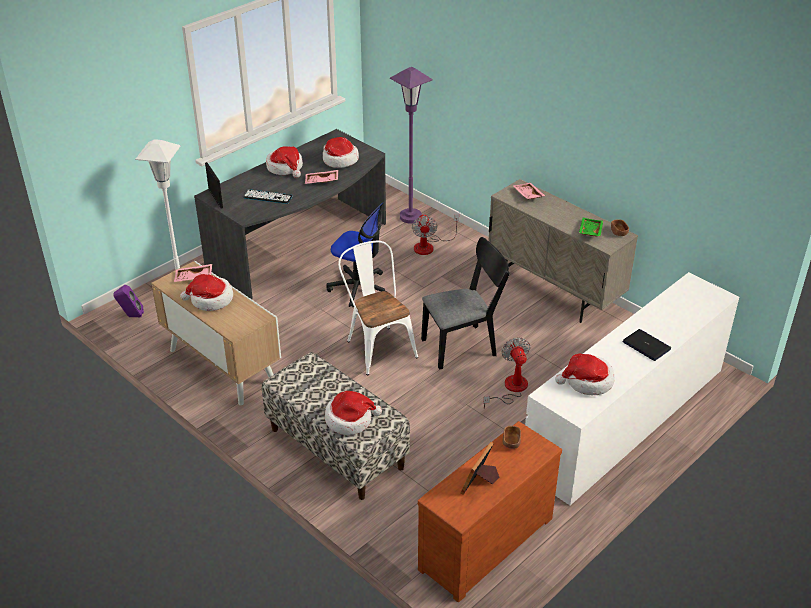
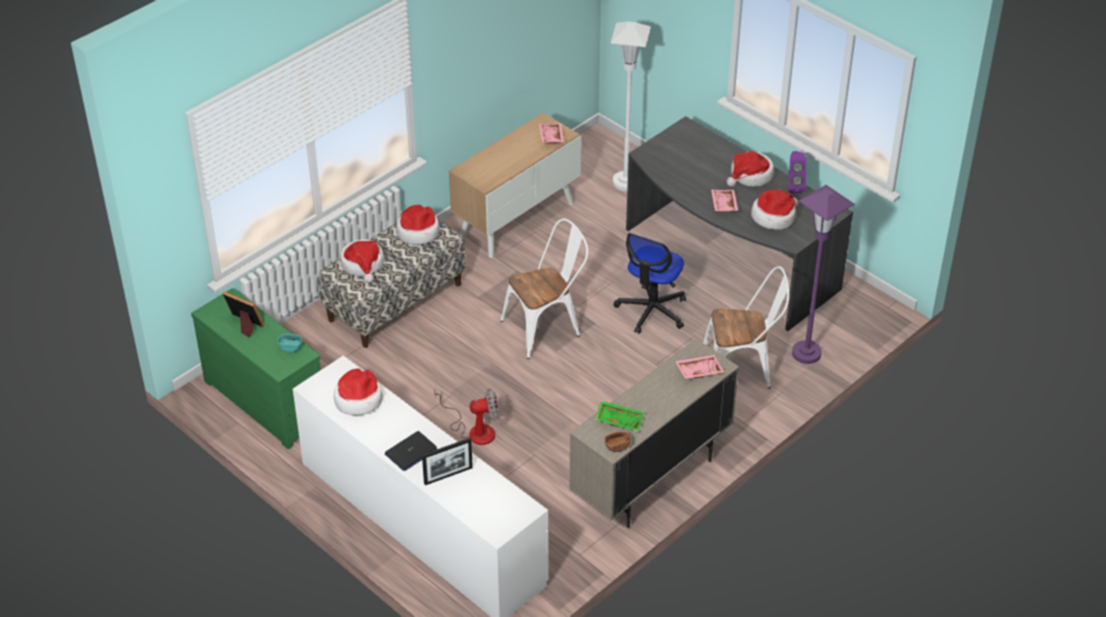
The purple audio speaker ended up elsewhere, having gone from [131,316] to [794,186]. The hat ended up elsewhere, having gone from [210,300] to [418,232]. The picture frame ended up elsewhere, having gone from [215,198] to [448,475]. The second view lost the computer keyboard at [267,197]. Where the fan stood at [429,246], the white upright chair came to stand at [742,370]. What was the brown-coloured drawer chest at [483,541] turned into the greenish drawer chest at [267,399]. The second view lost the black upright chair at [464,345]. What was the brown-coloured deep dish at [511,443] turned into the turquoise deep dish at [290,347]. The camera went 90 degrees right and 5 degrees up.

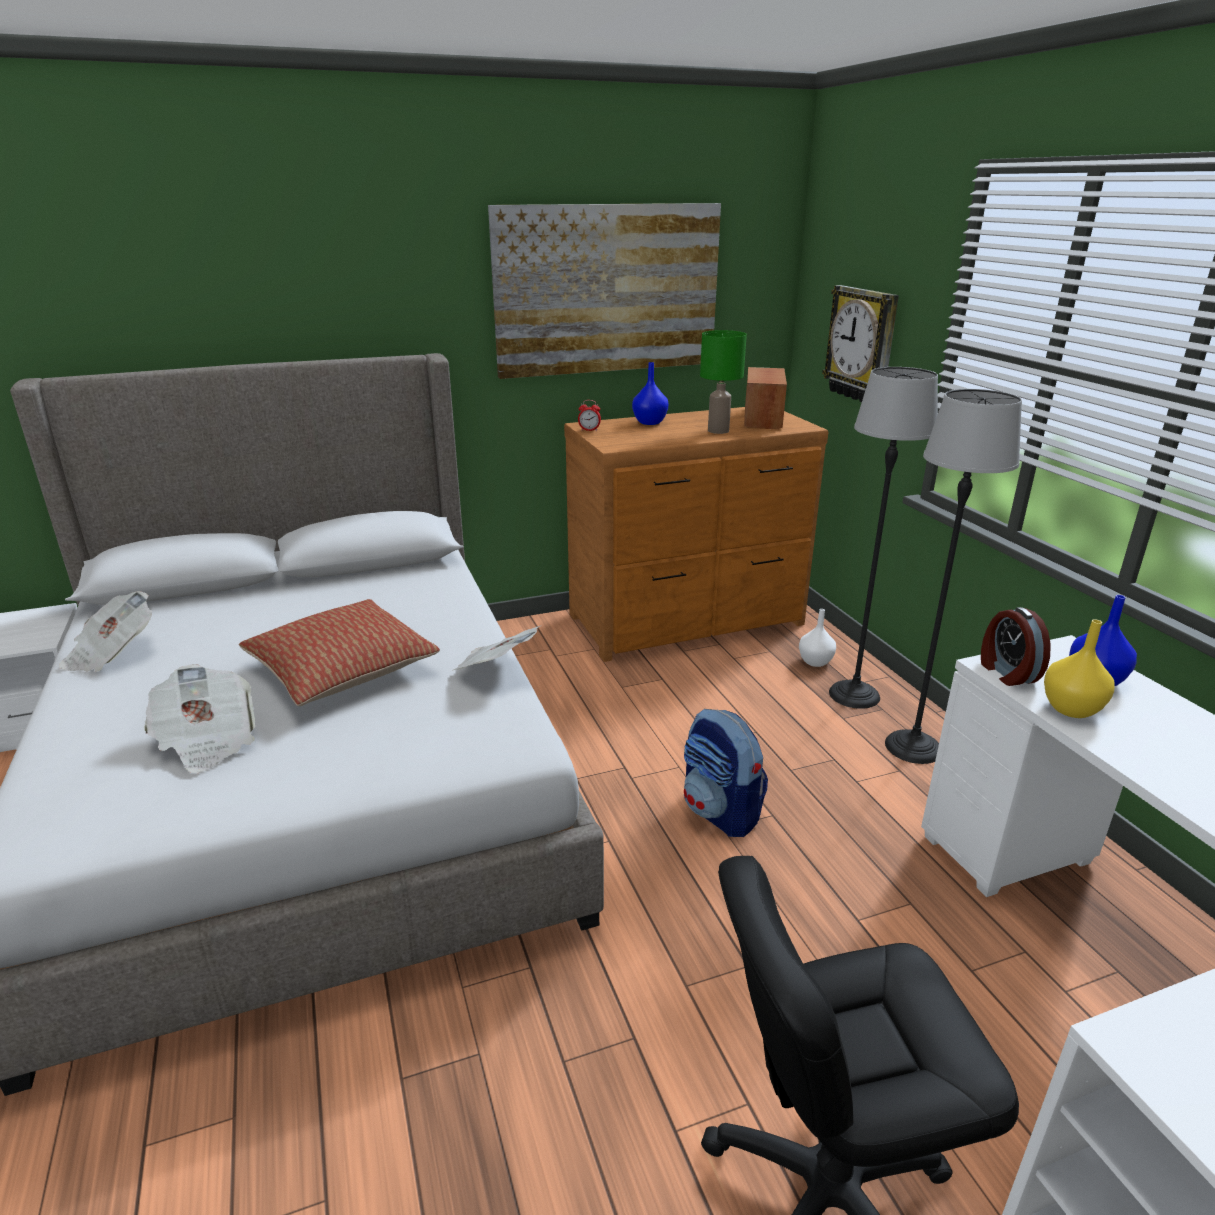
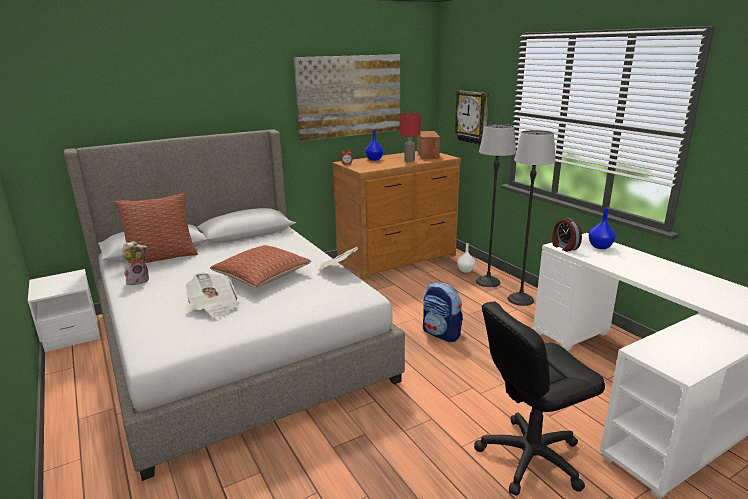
Where the newspaper stood at [112,654], the soft toy came to stand at [138,280]. What was the greenish lamp for a table at [717,431] turned into the reddish lamp for a table at [409,161]. The second view lost the yellowish flower vase at [1072,710]. The second view gained the pillow at [162,257]. The camera went 10 degrees left and 5 degrees down.

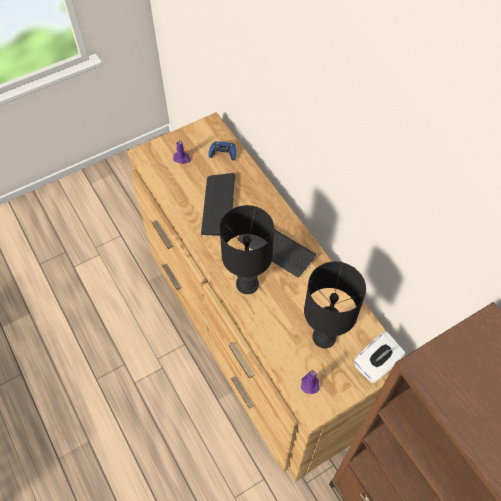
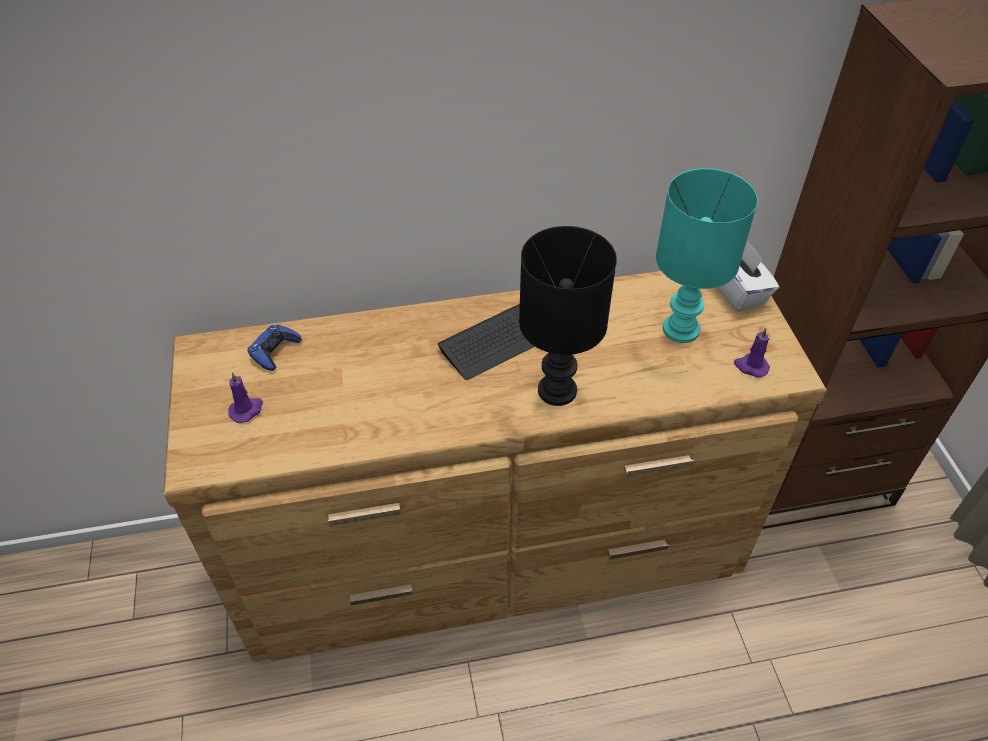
The second view lost the computer keyboard at [218,205]. What was the black lamp for a table at [325,338] turned into the turquoise lamp for a table at [682,329]. The camera went 70 degrees left and 10 degrees down.

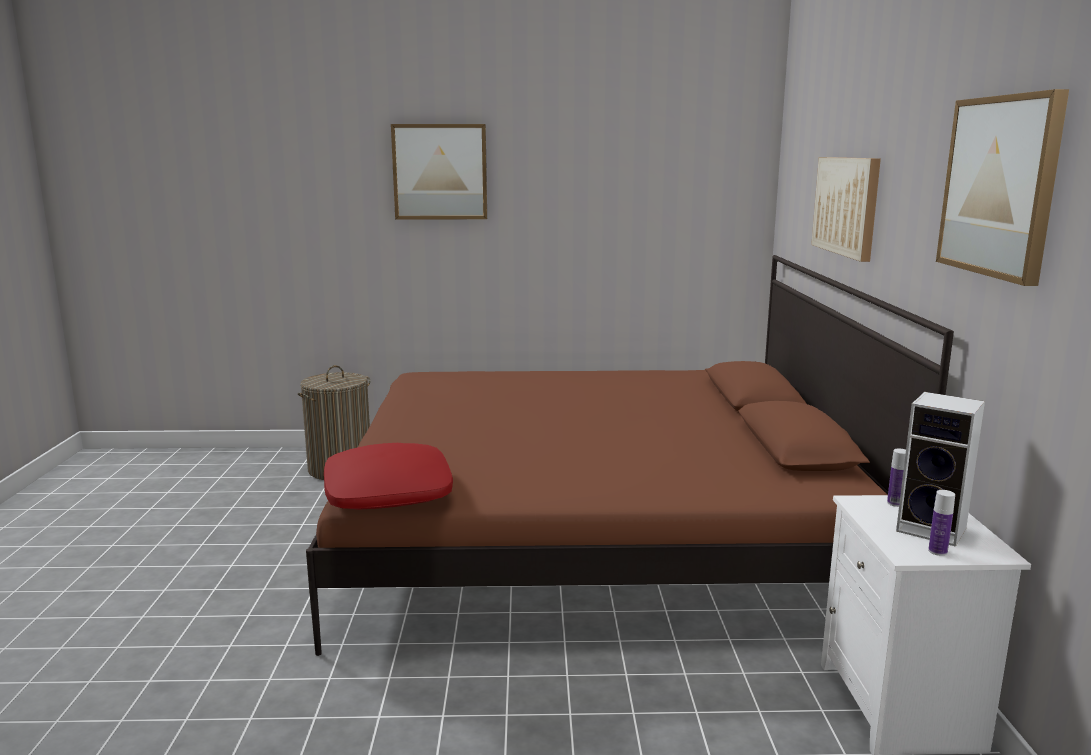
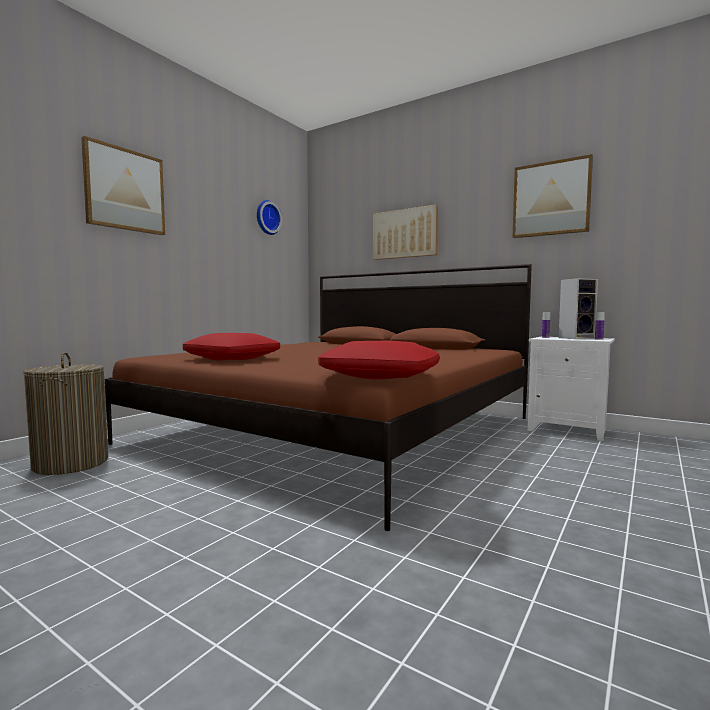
The second view gained the reddish pillow at [233,358]. The second view gained the wall clock at [267,218]. The camera went 55 degrees left and 10 degrees down.

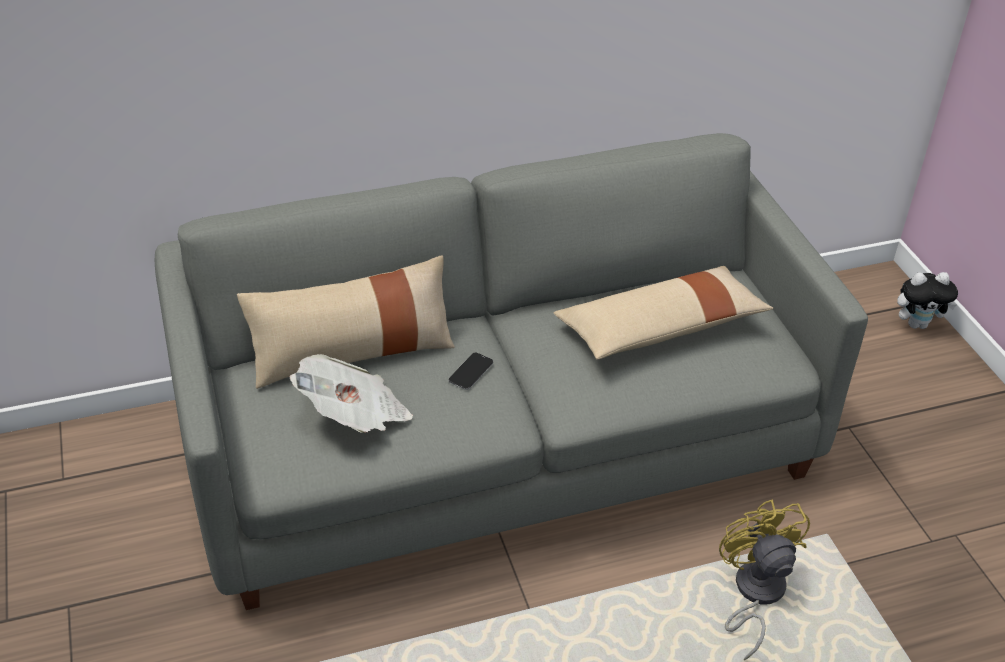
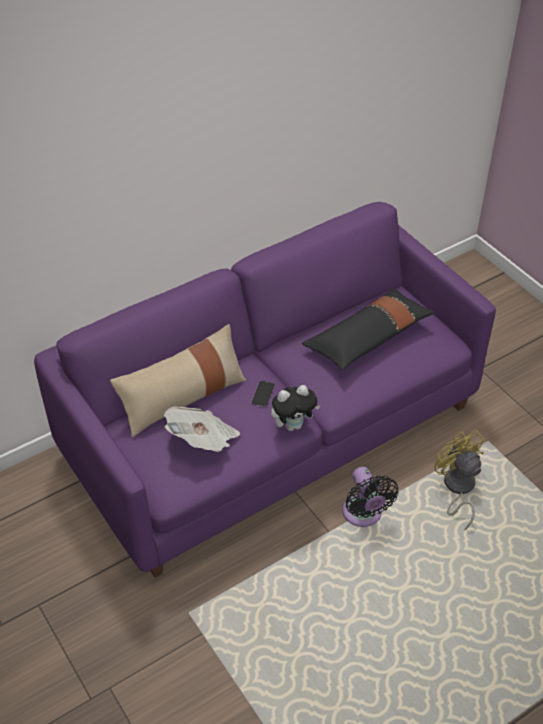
What was the gray settee at [500,442] turned into the purple settee at [271,429]. What was the sand-coloured pillow at [661,328] turned into the black pillow at [368,338]. The soft toy ended up elsewhere, having gone from [917,324] to [293,425]. The second view gained the black fan at [363,514]. The camera went 15 degrees left and 5 degrees up.

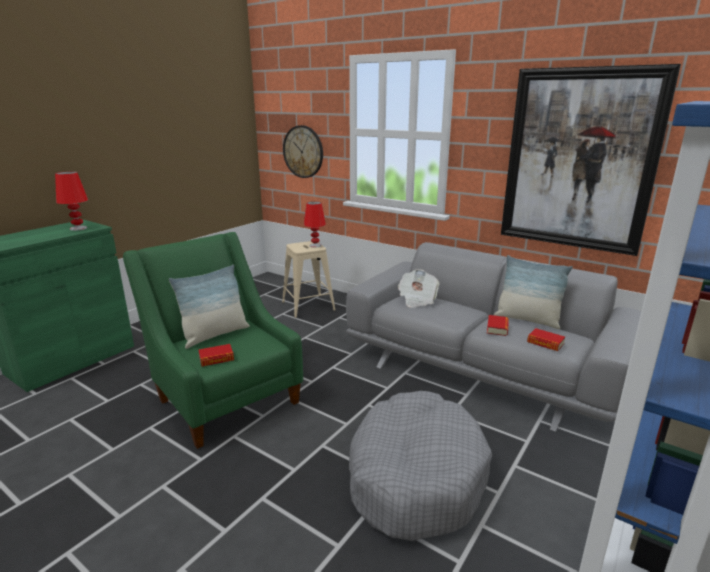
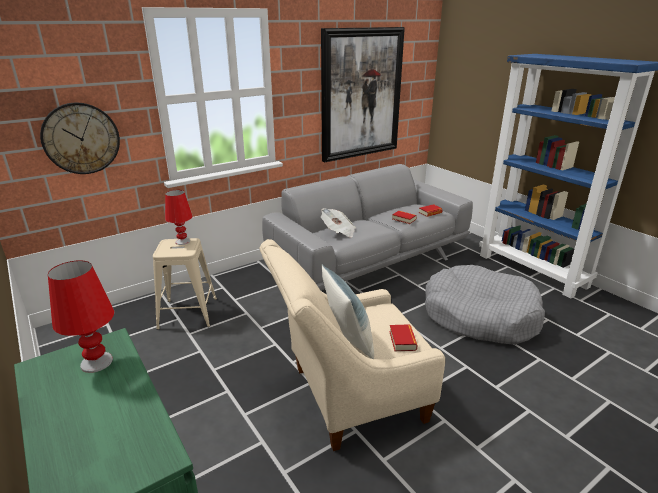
What was the greenish easy chair at [224,396] turned into the sand-coloured easy chair at [348,397]. The second view lost the pillow at [527,320]. The camera went 70 degrees left and 5 degrees up.

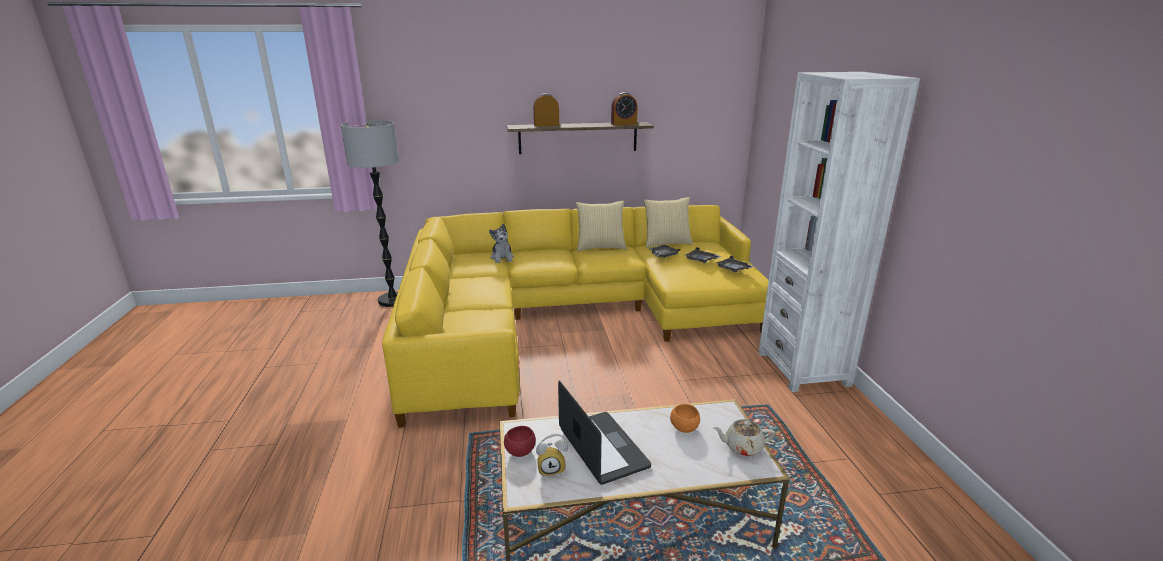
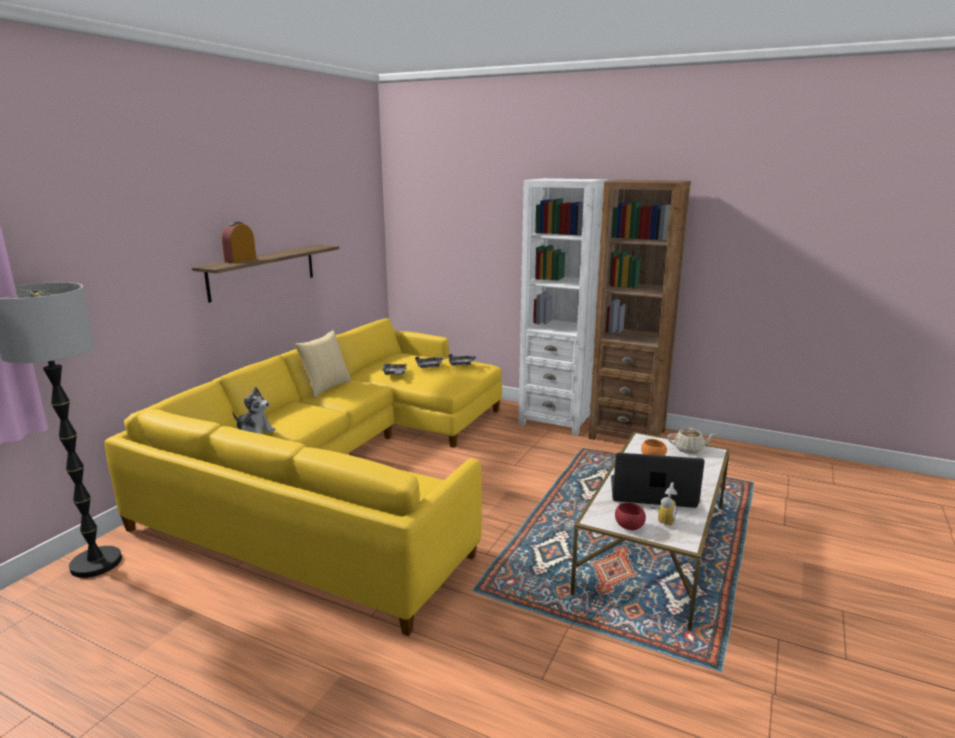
The second view lost the bedside clock at [624,124]. The second view lost the pillow at [666,243]. The sand-coloured tea pot at [742,447] ended up facing another way, 120 degrees counterclockwise from before. The second view gained the brown-coloured bookshelf at [627,434]. The camera went 55 degrees left and 5 degrees down.

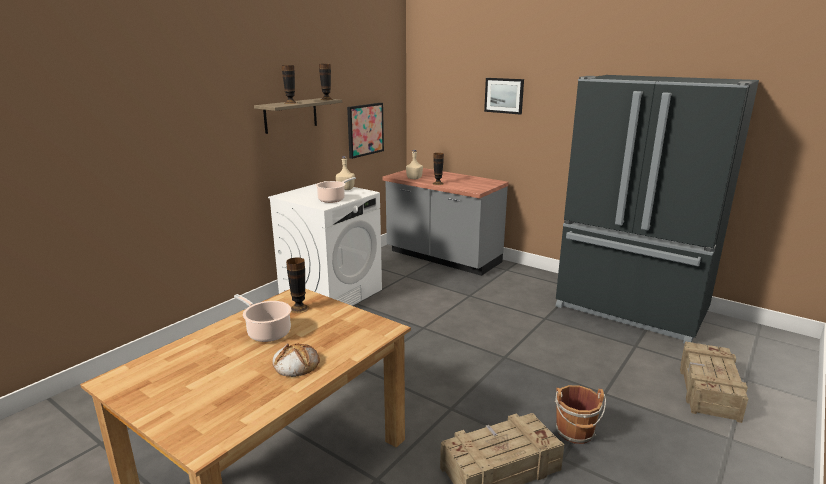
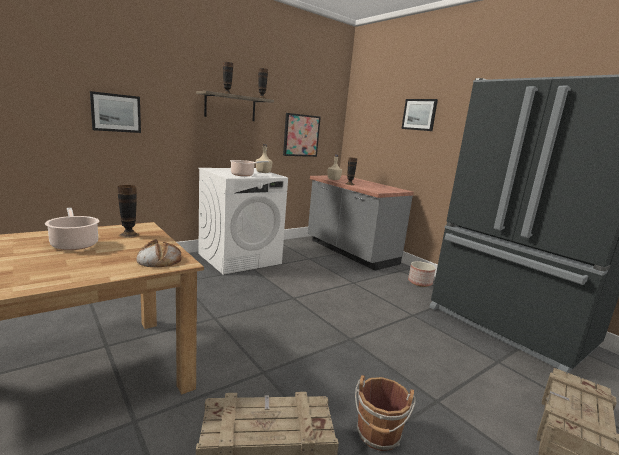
The bread ended up elsewhere, having gone from [295,363] to [158,259]. The second view gained the wall art at [116,113]. The second view gained the flower pot at [420,282]. The camera went 15 degrees right and 5 degrees down.

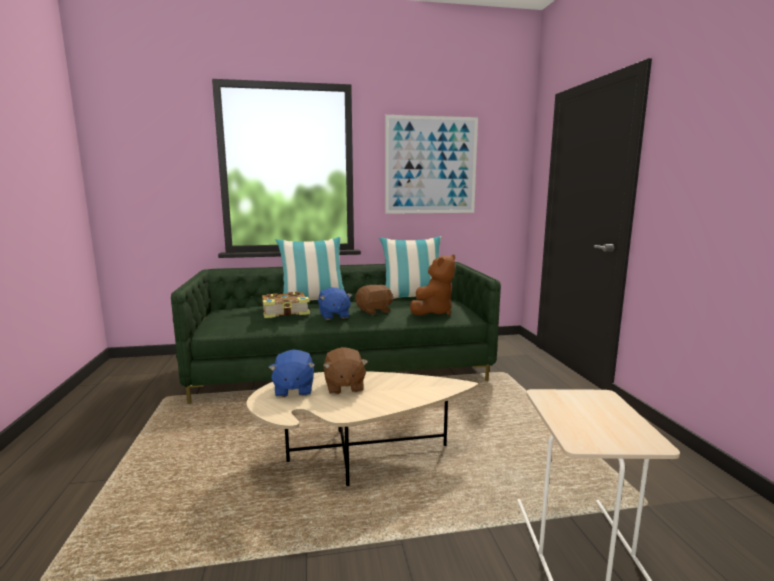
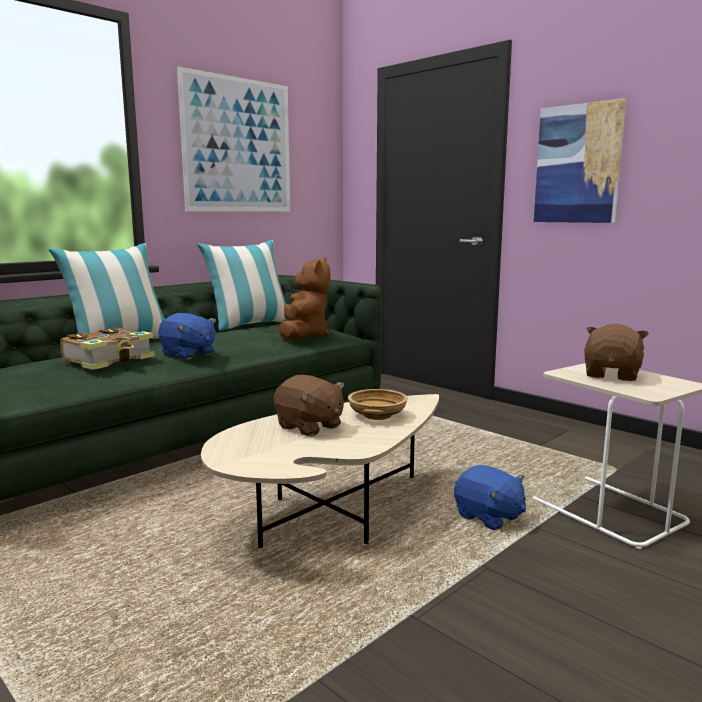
The blue soft toy ended up elsewhere, having gone from [293,389] to [488,517]. The brown-coloured soft toy ended up elsewhere, having gone from [374,311] to [612,375]. The second view gained the sand-coloured deep dish at [377,415]. The second view gained the wall art at [578,164]. The camera went 35 degrees left and 0 degrees up.

